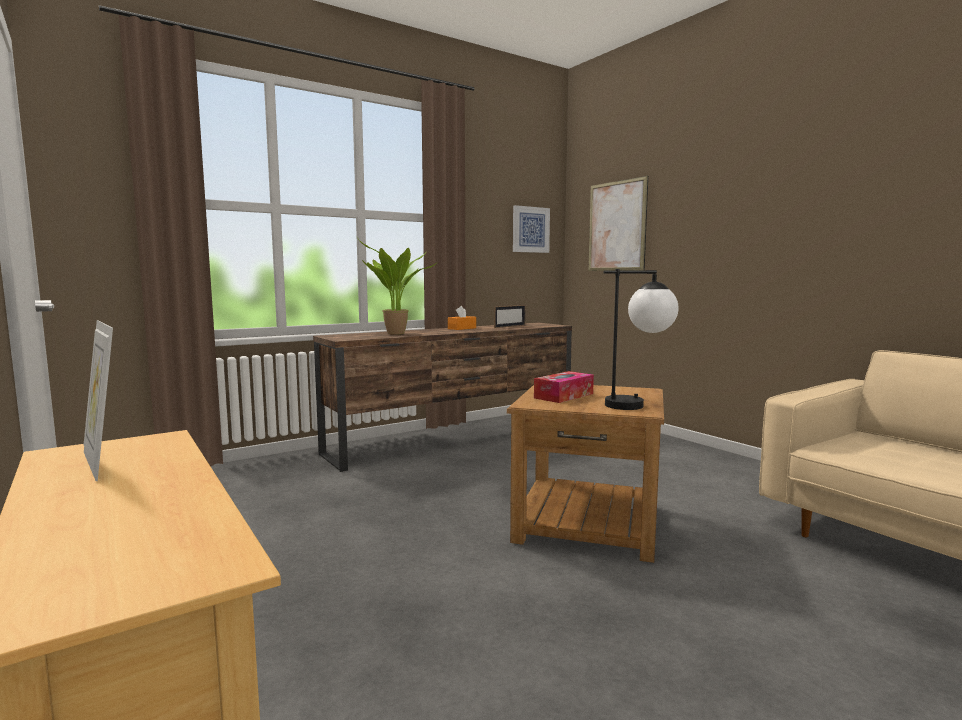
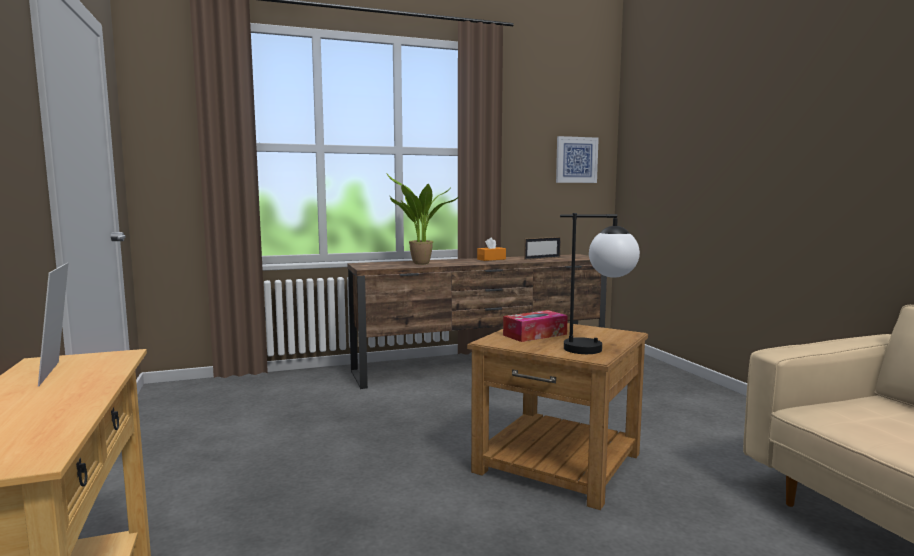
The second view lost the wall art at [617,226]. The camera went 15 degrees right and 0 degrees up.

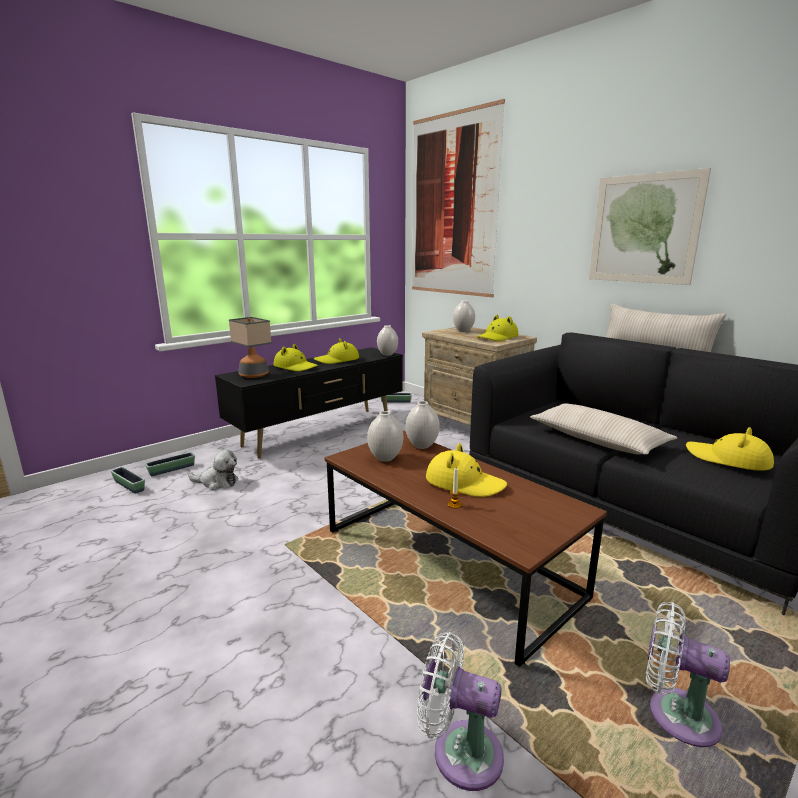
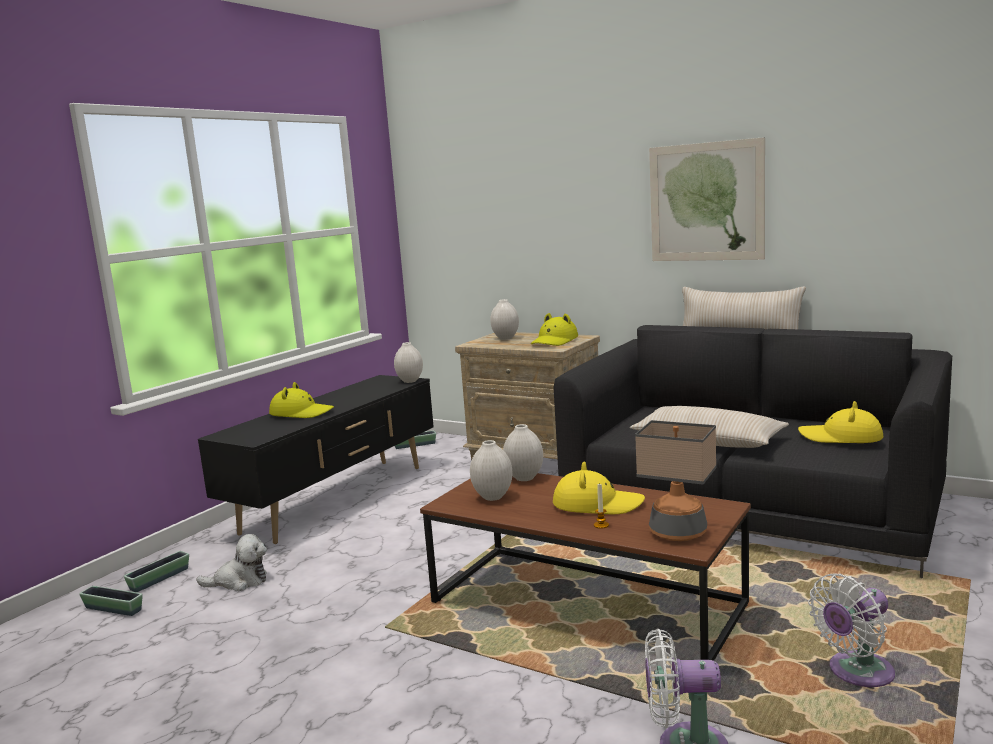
The lamp for a table ended up elsewhere, having gone from [254,375] to [677,532]. The second view lost the yellowish hat at [337,360]. The second view lost the wall art at [452,206]. The white fan at [675,714] ended up facing another way, 45 degrees counterclockwise from before. The camera went 15 degrees left and 5 degrees down.

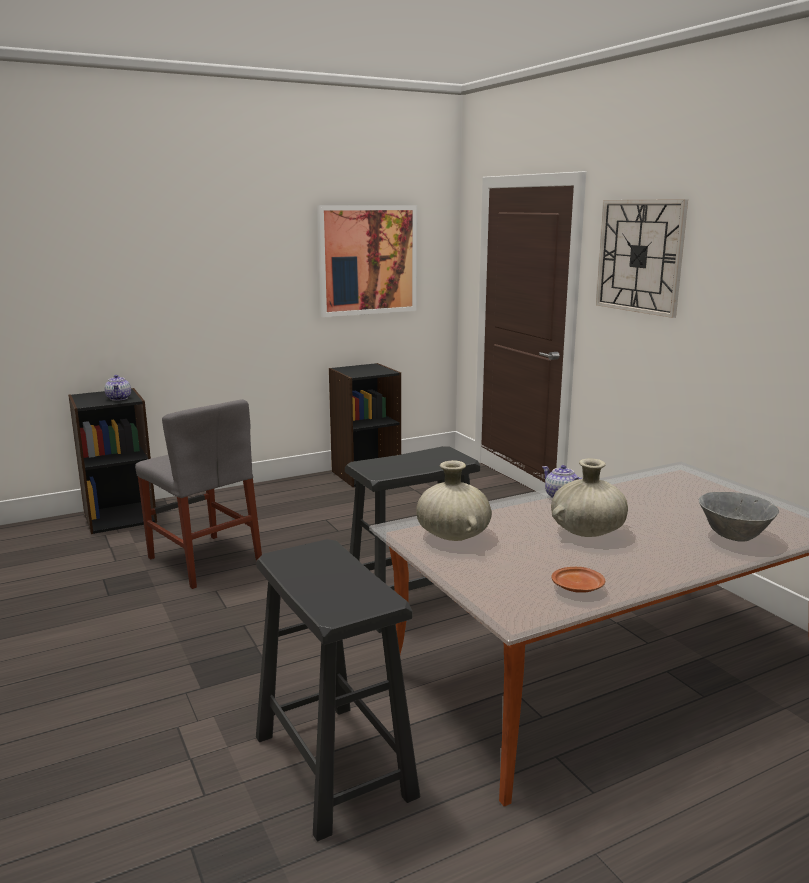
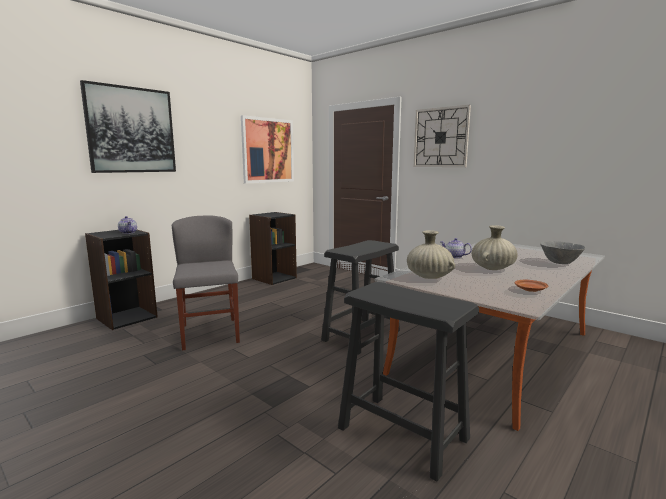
The gray upright chair at [204,560] ended up facing another way, 135 degrees counterclockwise from before. The second view gained the wall art at [131,130]. The camera went 20 degrees left and 5 degrees down.

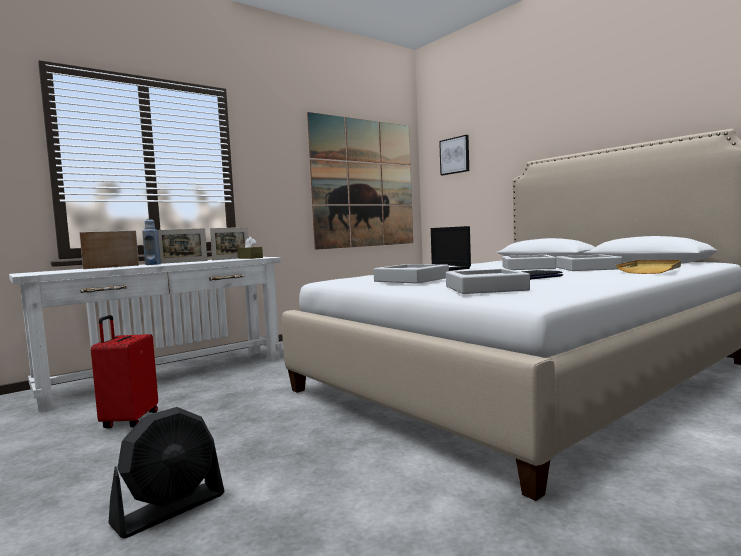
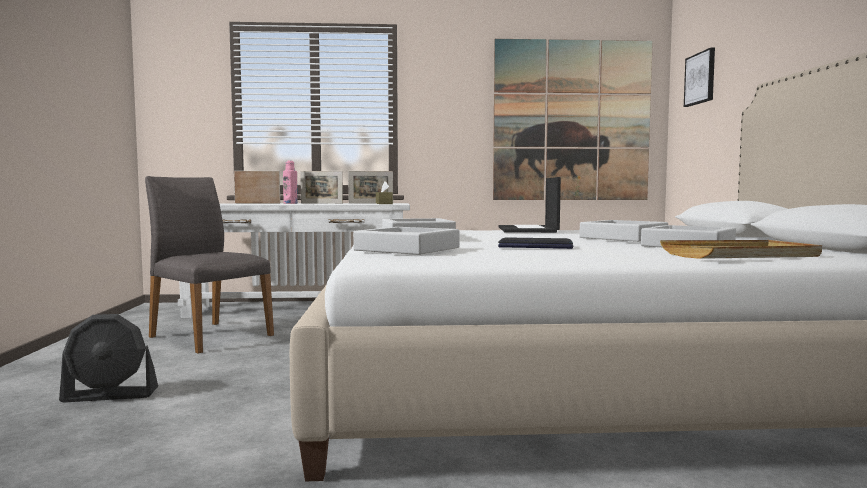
Where the reddish suitcase stood at [129,421], the gray upright chair came to stand at [208,336]. What was the blue drink bottle at [153,264] turned into the pink-coloured drink bottle at [290,203]. The camera went 35 degrees right and 0 degrees up.

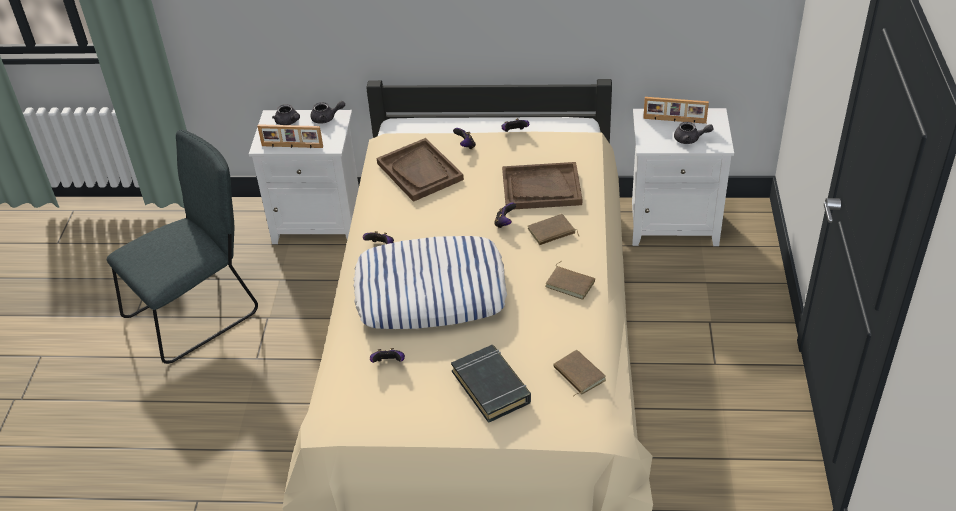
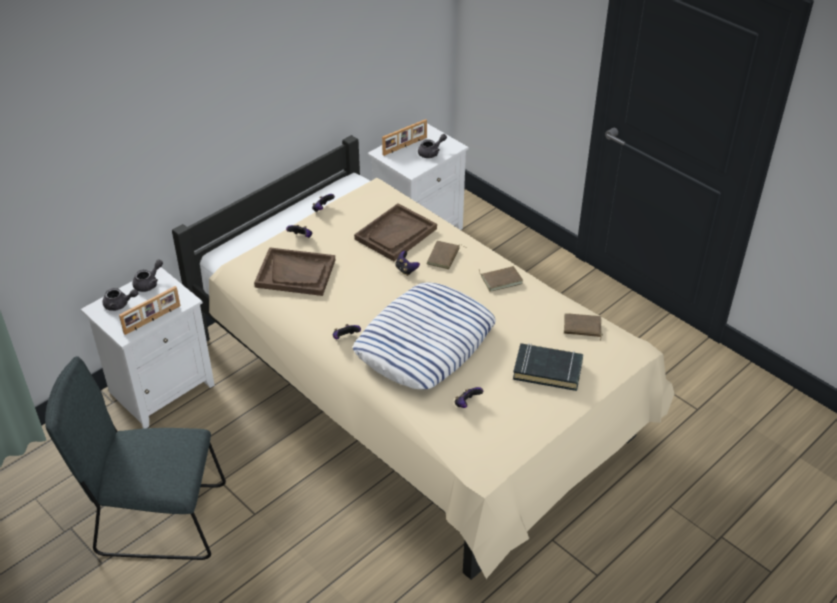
The gray upright chair at [197,312] ended up facing another way, 90 degrees counterclockwise from before. The camera went 50 degrees left and 0 degrees up.

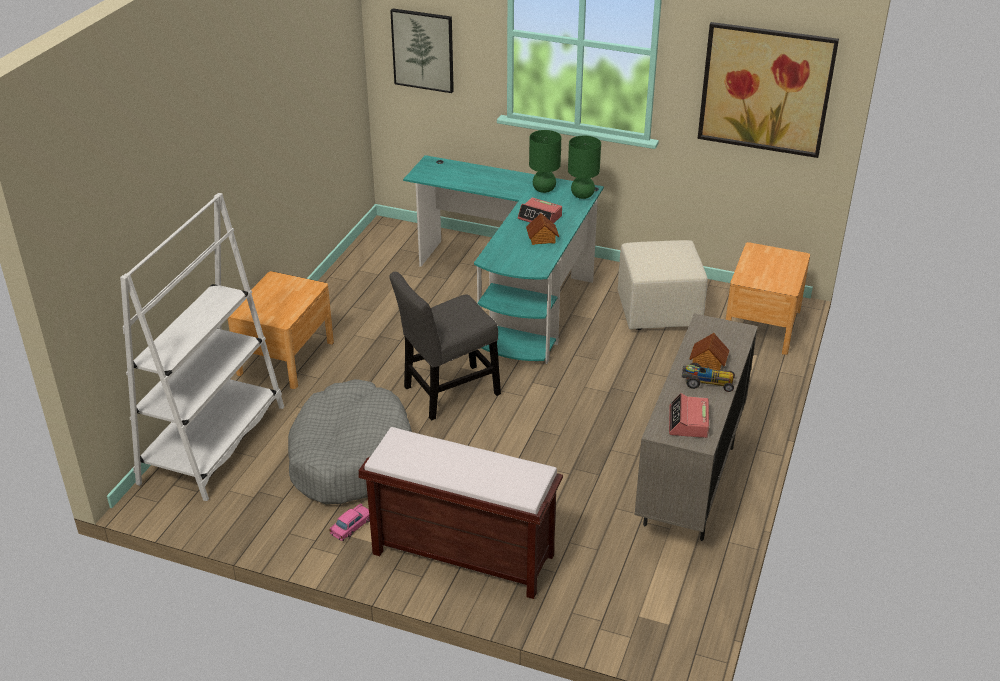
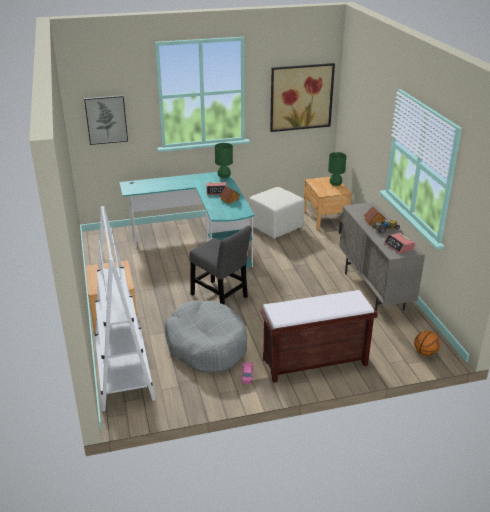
The gray upright chair at [447,393] ended up facing another way, 75 degrees counterclockwise from before. The greenish lamp for a table ended up elsewhere, having gone from [544,189] to [335,184]. The second view gained the basketball at [425,353]. The camera went 35 degrees left and 5 degrees down.

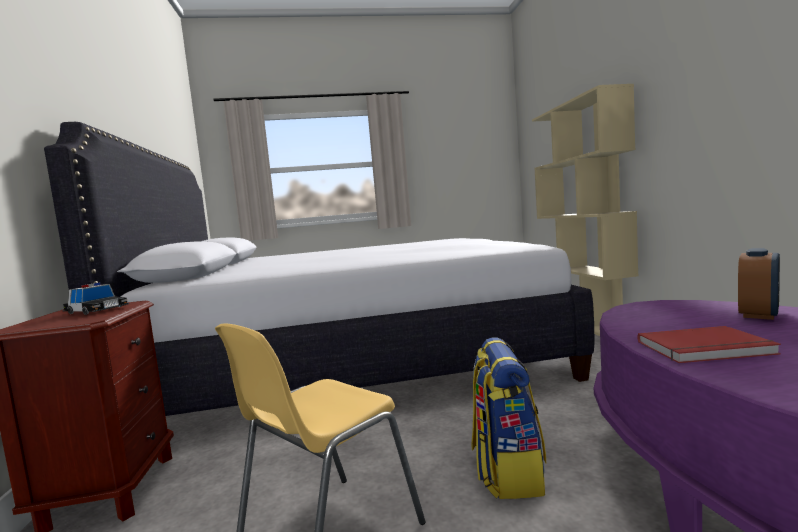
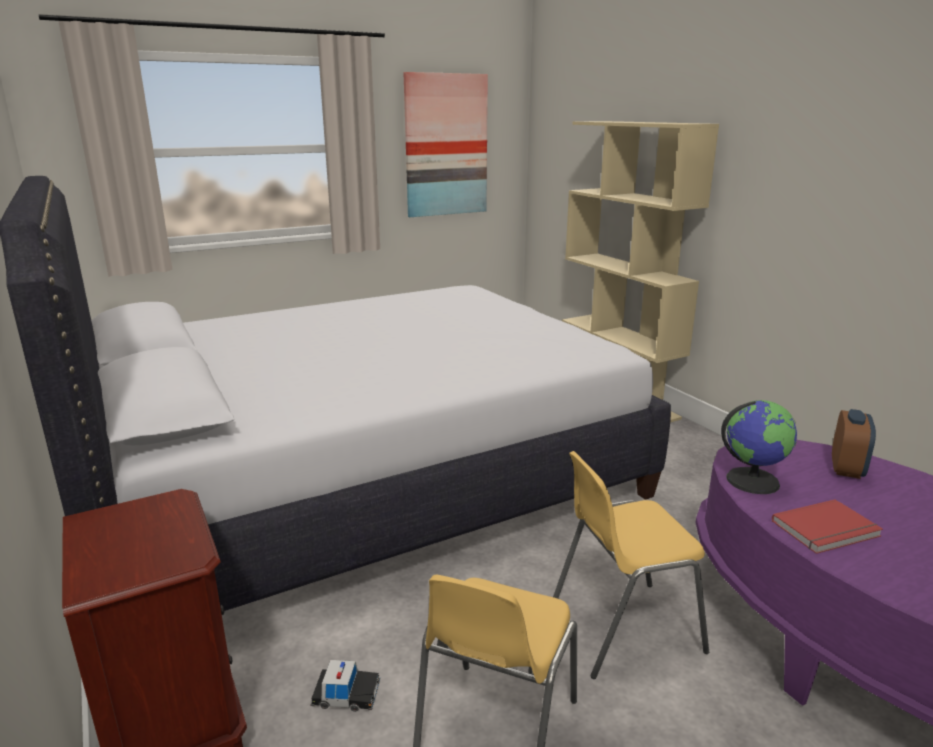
The toy car ended up elsewhere, having gone from [96,310] to [346,694]. Where the knapsack stood at [506,471], the yellowish upright chair came to stand at [622,629]. The second view gained the wall art at [446,145]. The second view gained the world globe at [752,480]. The camera went 20 degrees left and 15 degrees up.

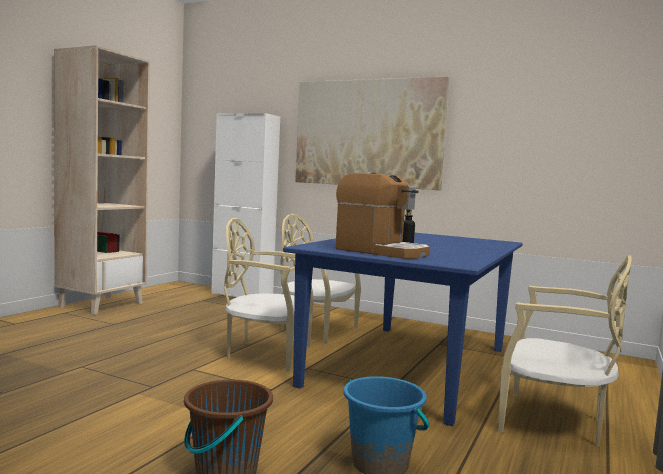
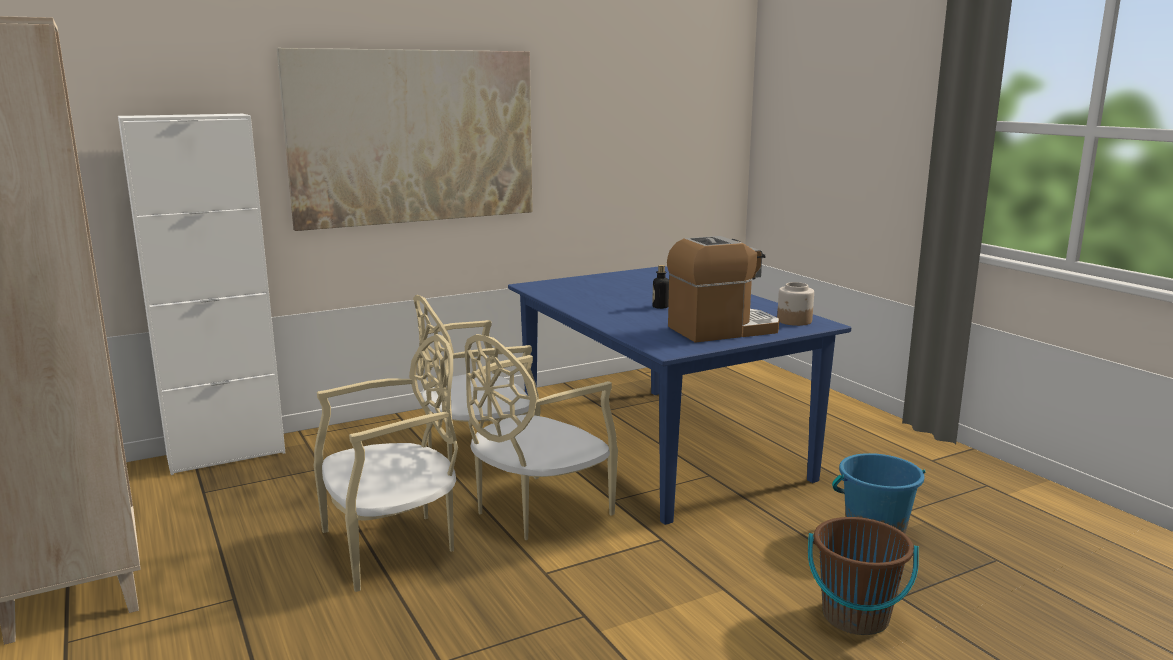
The sand-coloured upright chair ended up elsewhere, having gone from [553,422] to [393,545]. The second view gained the storage jar at [794,321]. The camera went 55 degrees left and 10 degrees up.

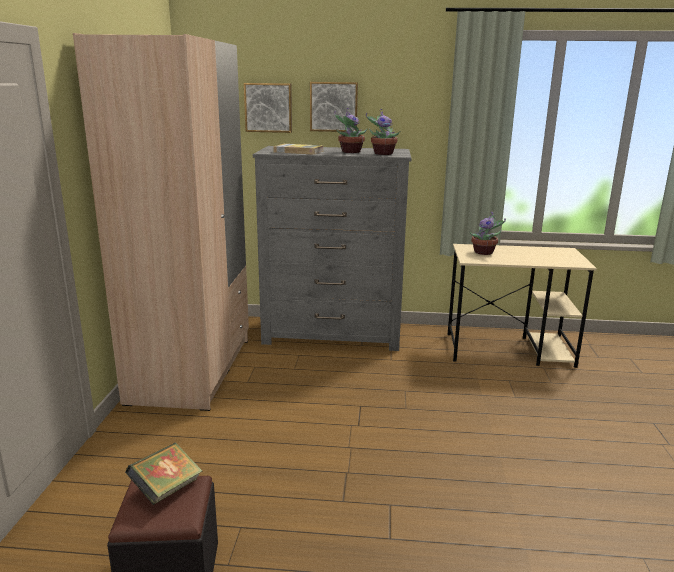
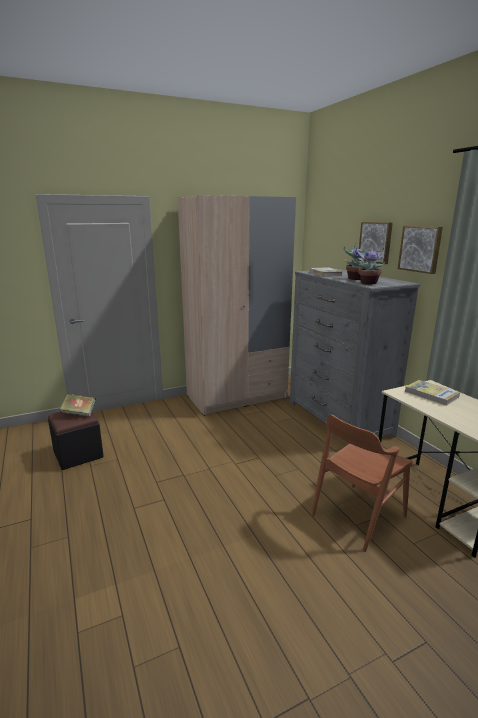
The wall art ended up elsewhere, having gone from [268,107] to [420,249]. Where the houseplant stood at [484,252], the bound book came to stand at [431,394]. The second view gained the brown-coloured upright chair at [358,515]. The camera went 60 degrees right and 0 degrees up.

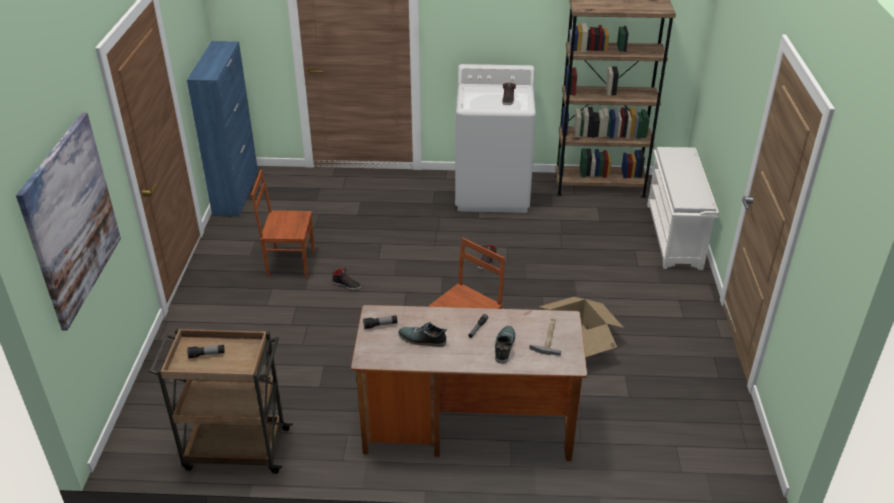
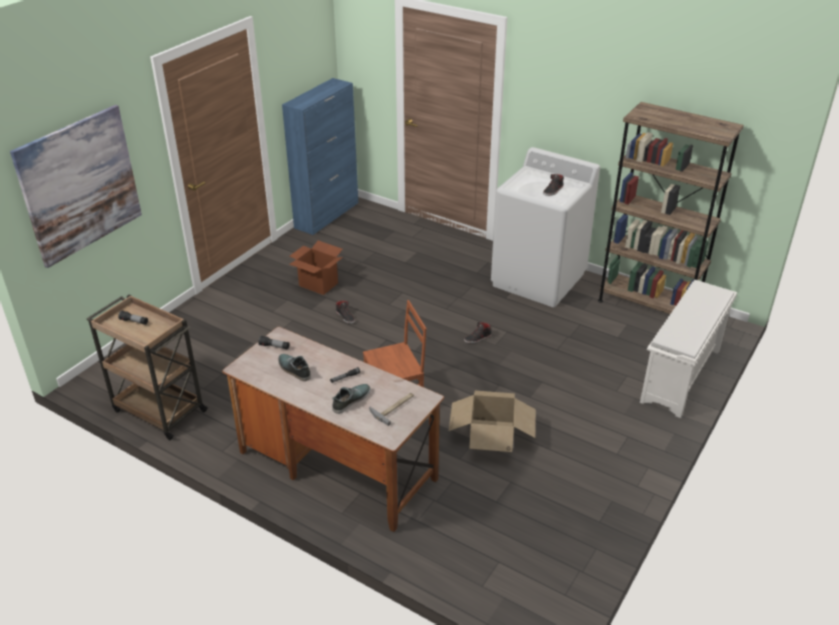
Where the brown-coloured upright chair stood at [290,263], the cardboard box came to stand at [318,284]. The camera went 30 degrees right and 0 degrees up.

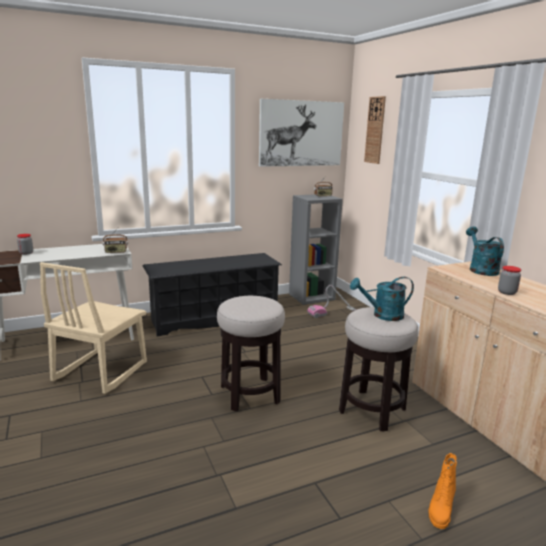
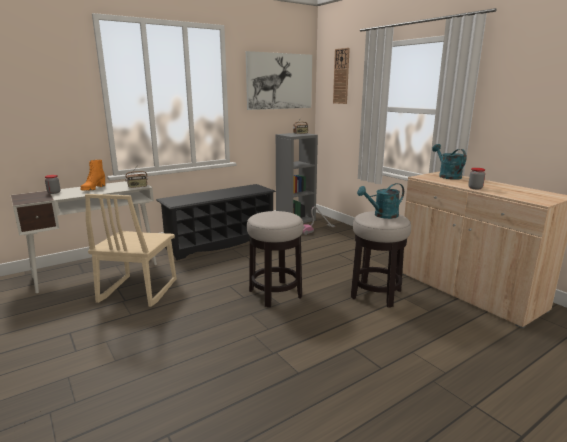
The orange tall boot ended up elsewhere, having gone from [440,509] to [93,188]. The camera went 10 degrees left and 0 degrees up.

